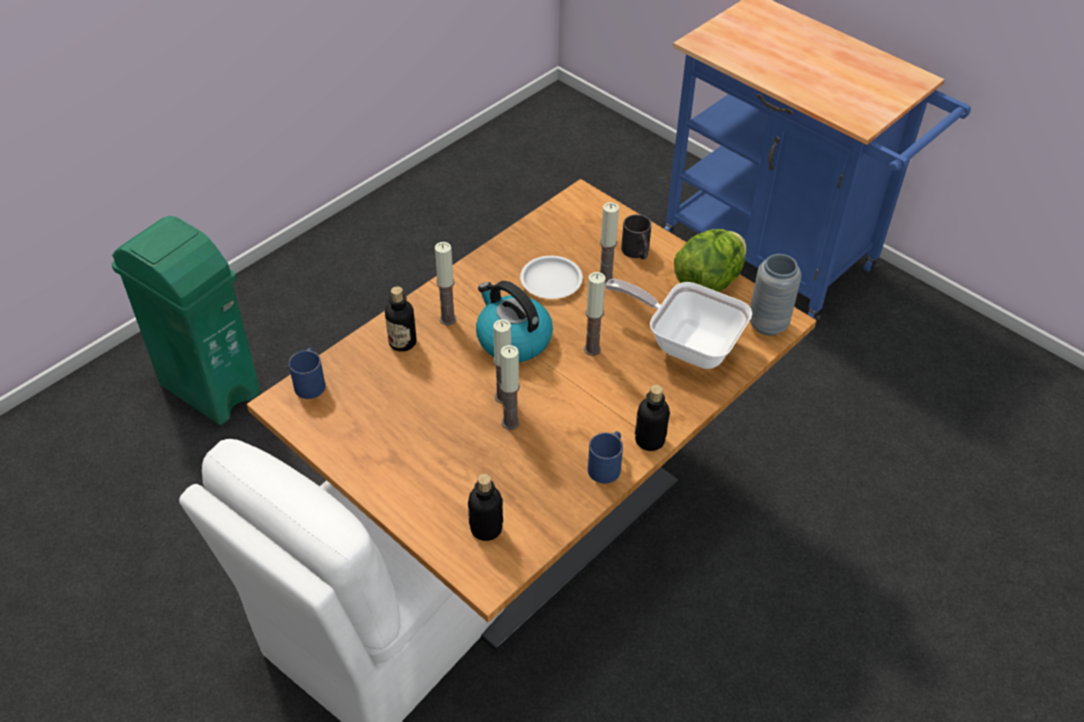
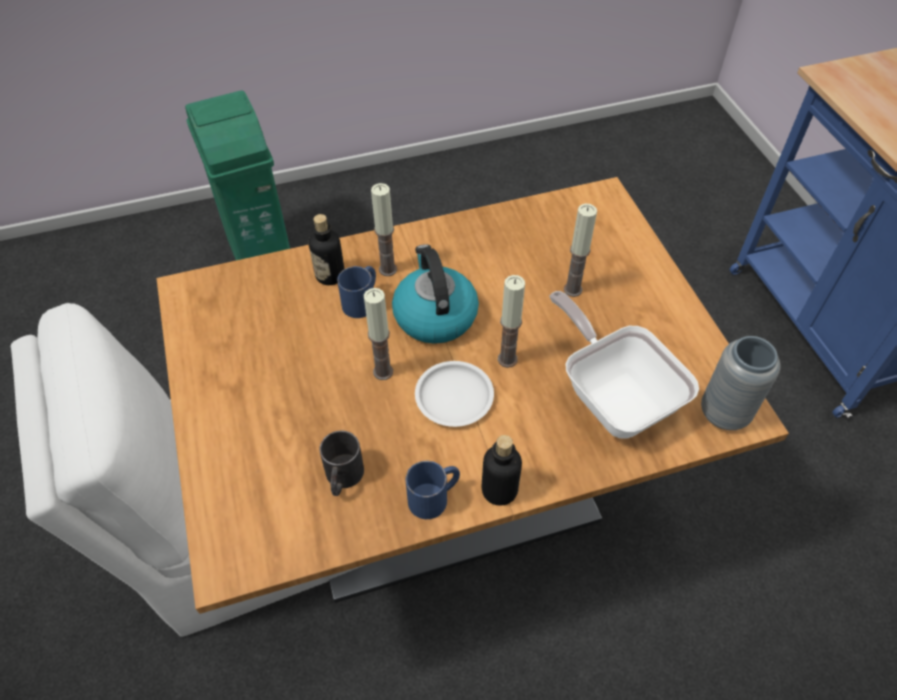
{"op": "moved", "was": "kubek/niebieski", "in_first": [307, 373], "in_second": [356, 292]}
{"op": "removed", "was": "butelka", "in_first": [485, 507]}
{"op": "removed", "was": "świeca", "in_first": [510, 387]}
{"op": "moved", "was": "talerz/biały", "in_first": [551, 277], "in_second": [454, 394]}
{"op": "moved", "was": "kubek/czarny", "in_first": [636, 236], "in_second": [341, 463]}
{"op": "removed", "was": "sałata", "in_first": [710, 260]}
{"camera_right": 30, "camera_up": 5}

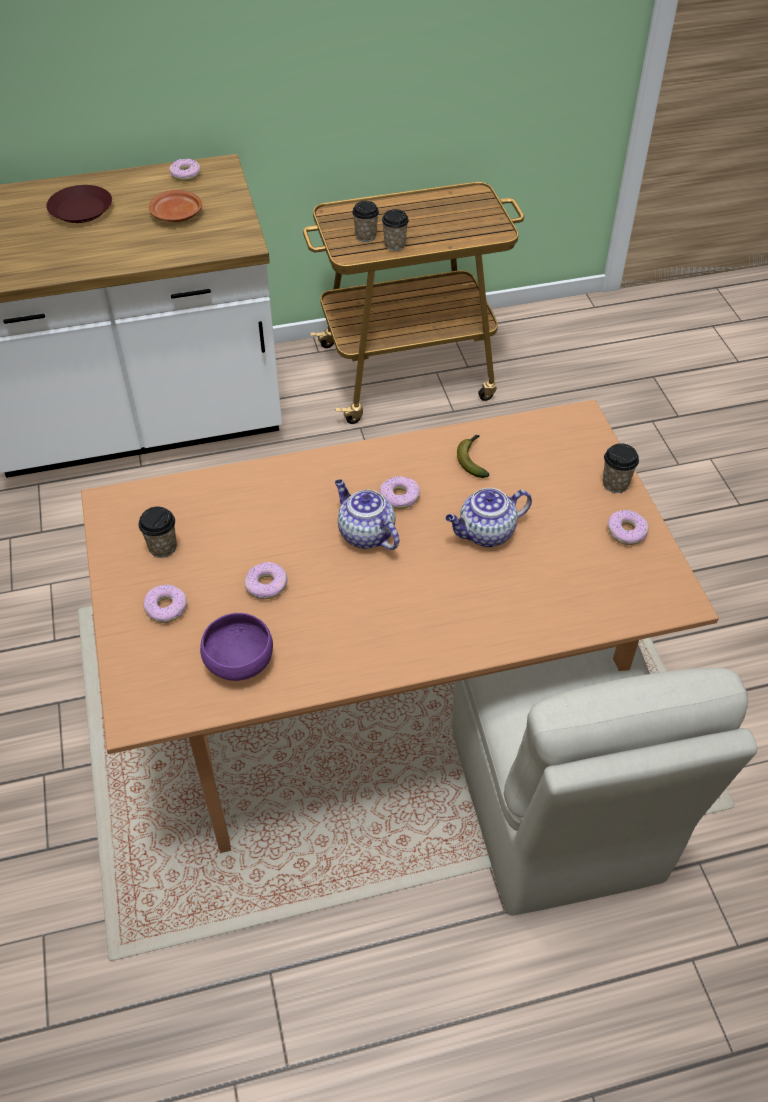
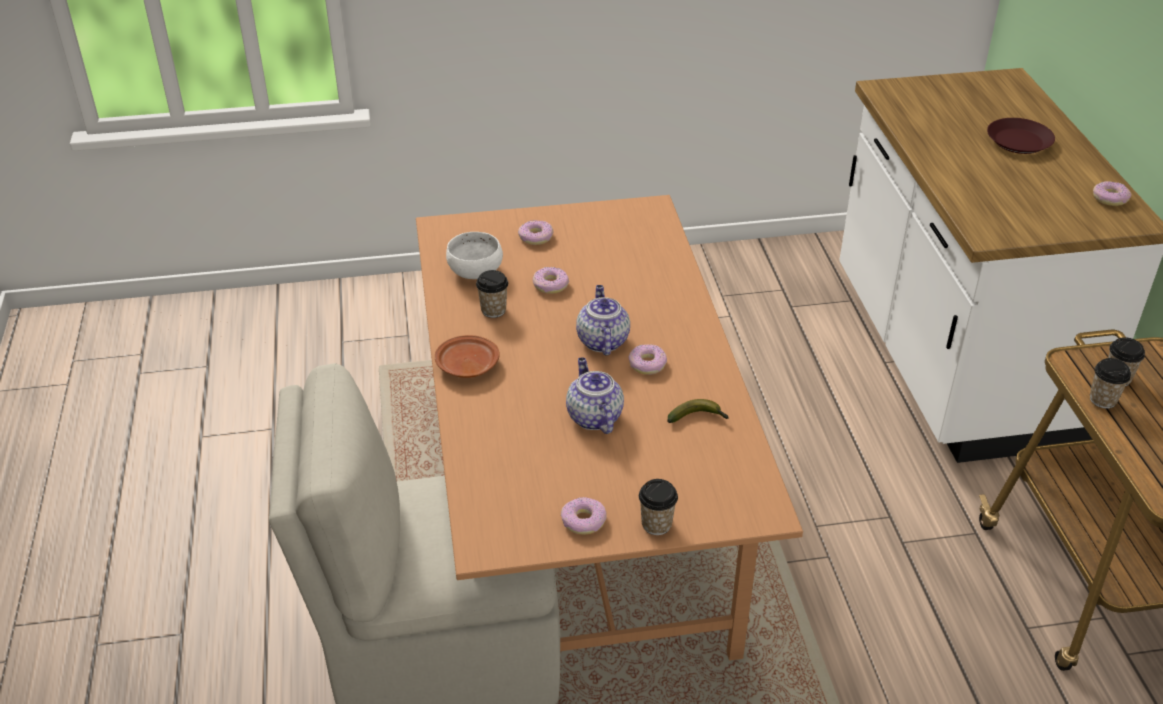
{"op": "moved", "was": "filiżanka", "in_first": [157, 532], "in_second": [492, 294]}
{"op": "moved", "was": "talerz/brązowy", "in_first": [175, 206], "in_second": [467, 356]}
{"op": "recoloured", "was": "miska/fioletowy", "now": "miska/biały", "in_first": [236, 647], "in_second": [474, 255]}
{"op": "turned", "was": "imbryk", "in_first": [367, 514], "in_second": [603, 320], "clockwise": -60}
{"camera_right": 95, "camera_up": -10}

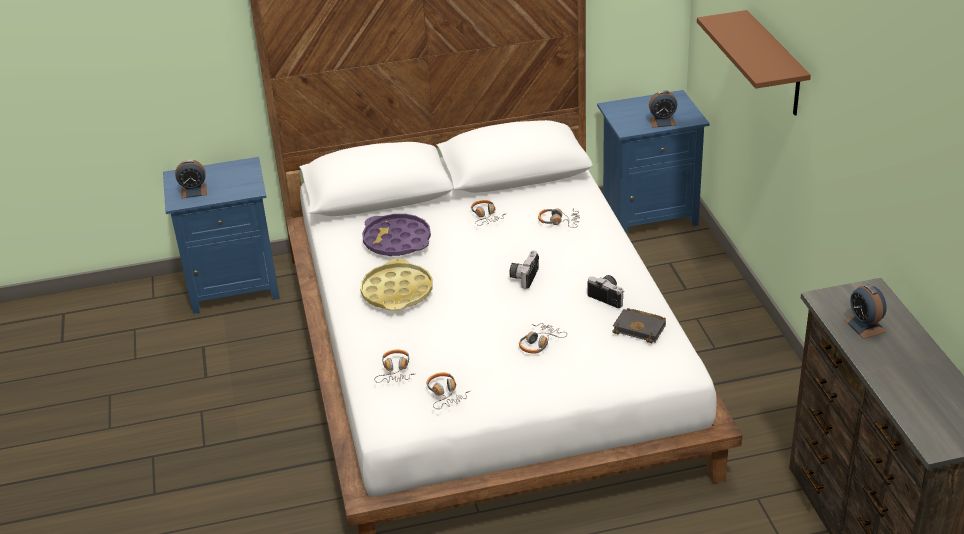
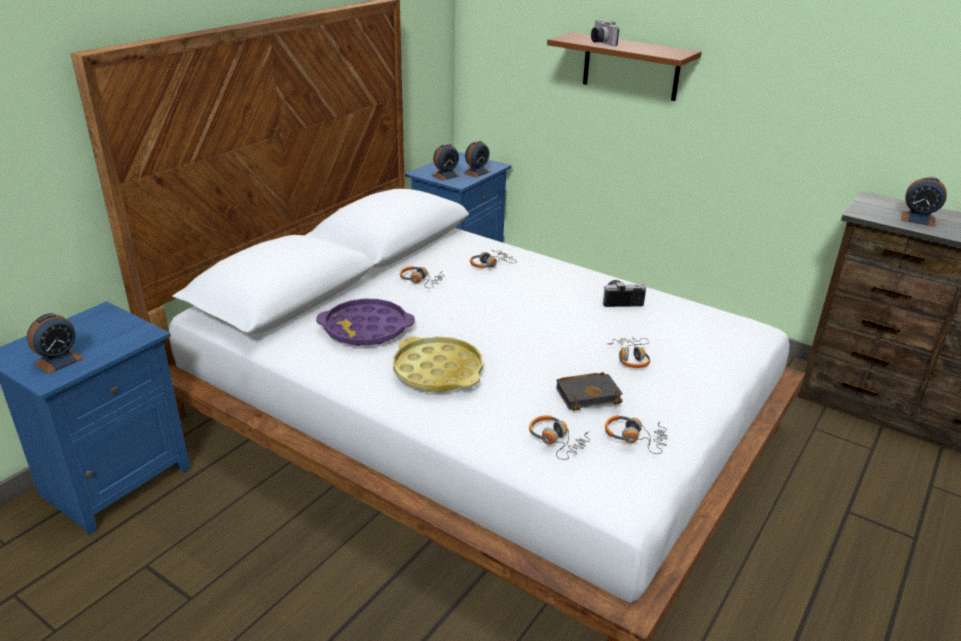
{"op": "moved", "was": "aparat fotograficzny", "in_first": [524, 270], "in_second": [605, 33]}
{"op": "moved", "was": "książka/czarny", "in_first": [639, 325], "in_second": [589, 391]}
{"op": "added", "now": "budzik", "in_second": [446, 162]}
{"camera_right": -45, "camera_up": -5}

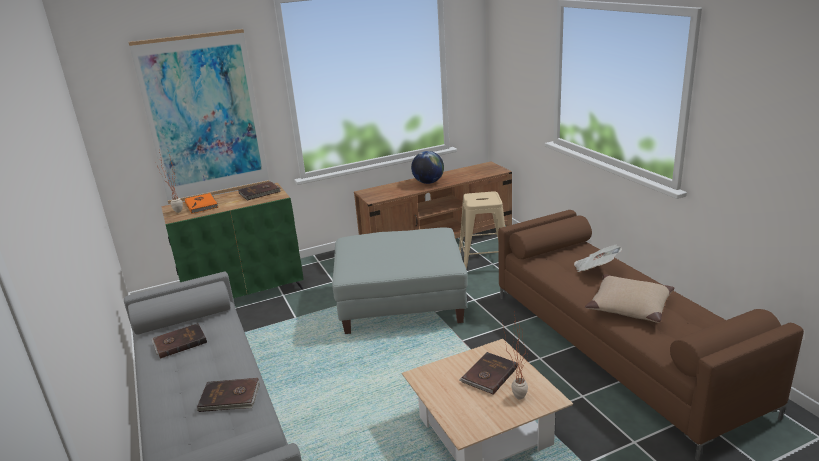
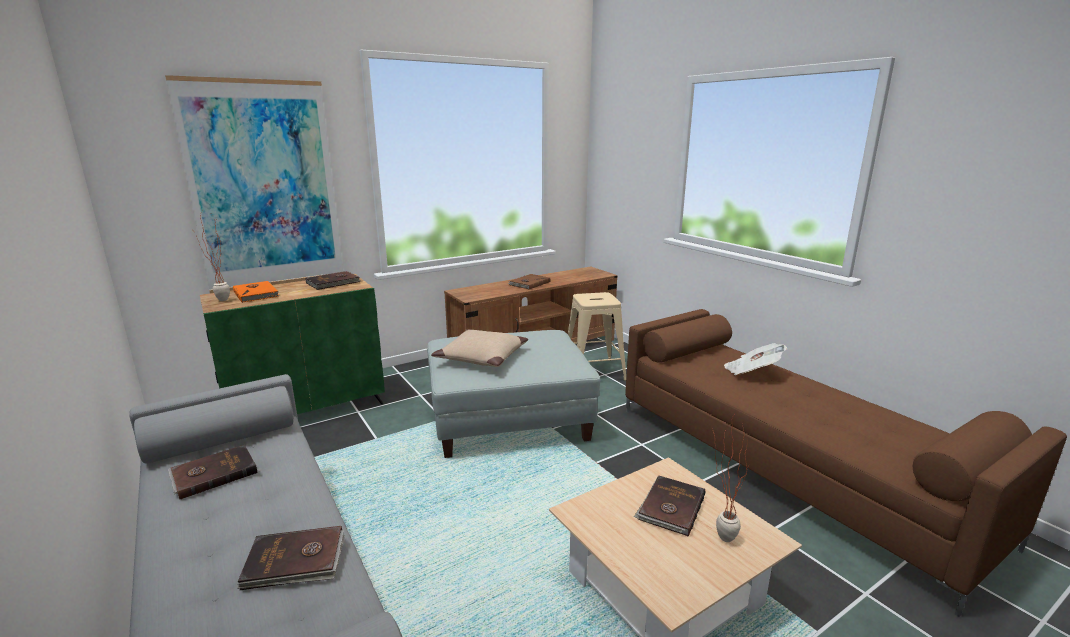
{"op": "replaced", "was": "globus", "now": "książka/brązowy", "in_first": [427, 167], "in_second": [529, 282]}
{"op": "moved", "was": "poduszka/beżowy", "in_first": [629, 298], "in_second": [479, 348]}
{"camera_right": -10, "camera_up": -5}

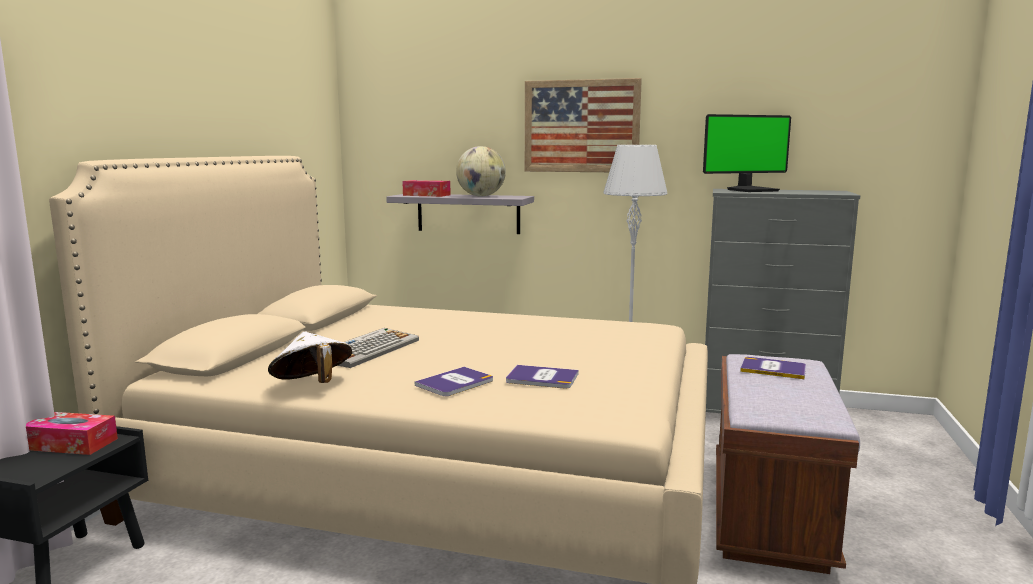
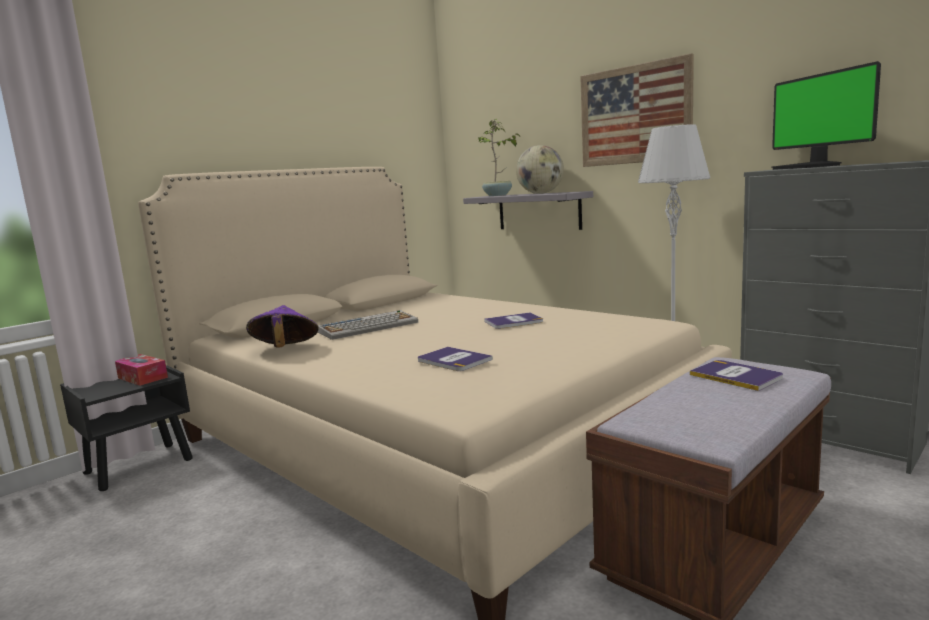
{"op": "recoloured", "was": "kapelusz/biały", "now": "kapelusz/fioletowy", "in_first": [310, 357], "in_second": [282, 326]}
{"op": "replaced", "was": "pudełko chusteczek", "now": "roślina doniczkowa", "in_first": [426, 188], "in_second": [498, 157]}
{"op": "moved", "was": "książka", "in_first": [454, 381], "in_second": [513, 320]}
{"op": "turned", "was": "monitor", "in_first": [747, 153], "in_second": [826, 115], "clockwise": 60}
{"camera_right": 30, "camera_up": 0}

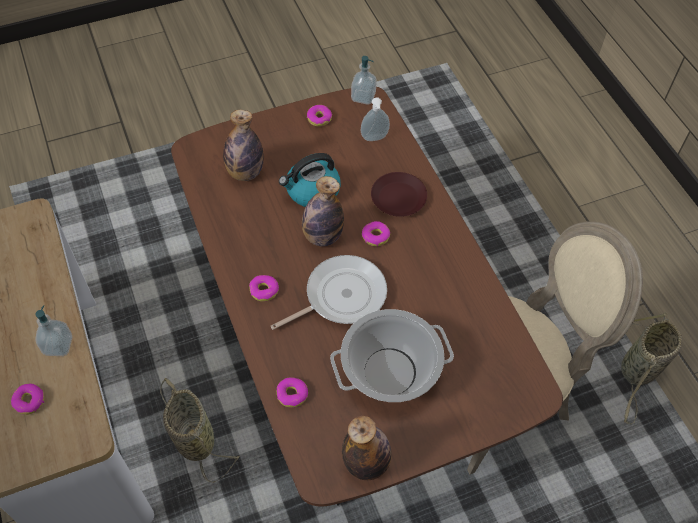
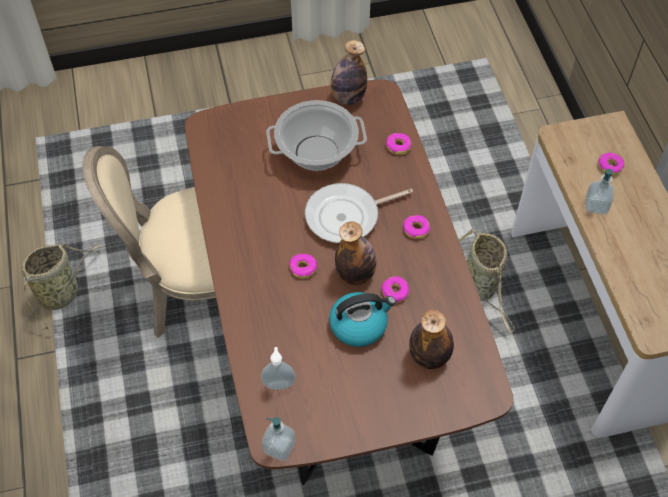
{"op": "moved", "was": "donut", "in_first": [319, 116], "in_second": [395, 289]}
{"op": "removed", "was": "talerz/brązowy", "in_first": [399, 194]}
{"camera_right": -170, "camera_up": 0}

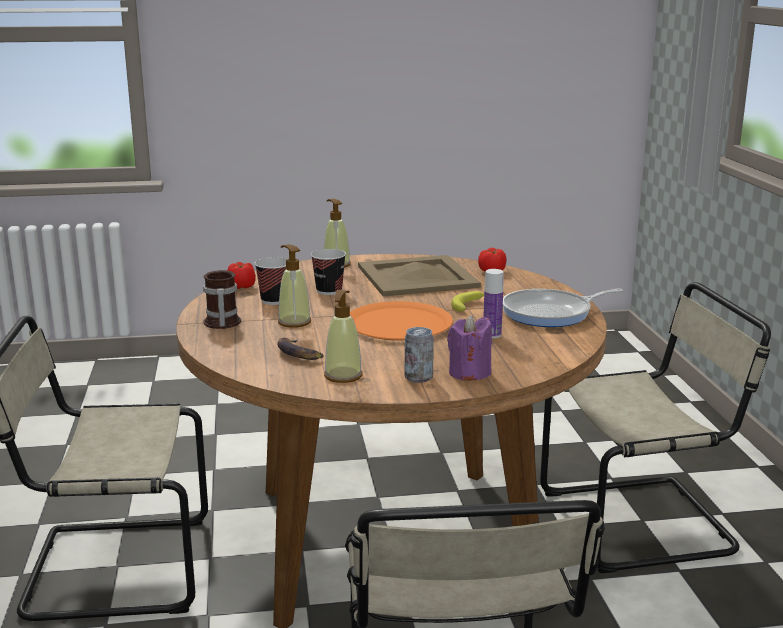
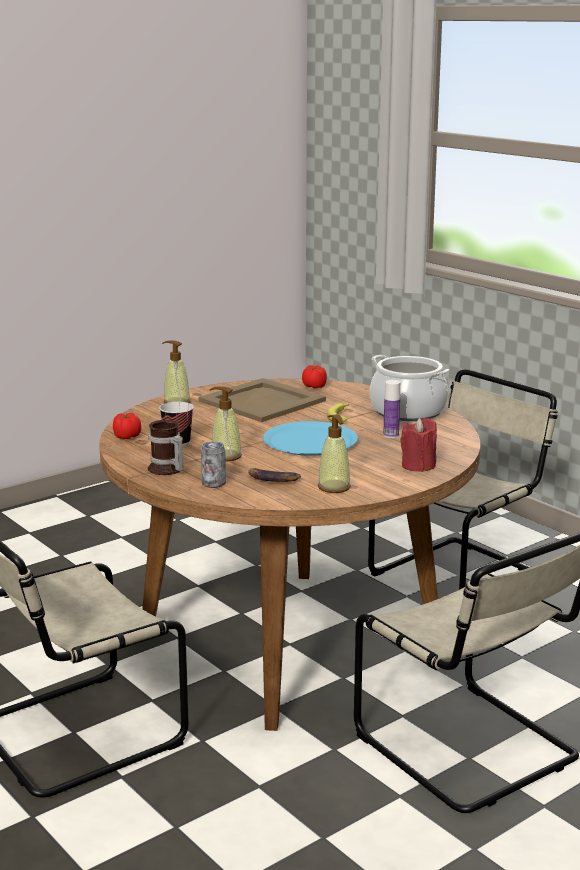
{"op": "removed", "was": "filiżanka", "in_first": [328, 272]}
{"op": "recoloured", "was": "talerz/pomarańczowy", "now": "talerz/niebieski", "in_first": [401, 321], "in_second": [310, 438]}
{"op": "moved", "was": "puszka", "in_first": [419, 355], "in_second": [213, 464]}
{"op": "recoloured", "was": "świeca/fioletowy", "now": "świeca/czerwony", "in_first": [469, 348], "in_second": [418, 445]}
{"op": "replaced", "was": "patelnia", "now": "garnek", "in_first": [563, 308], "in_second": [409, 388]}
{"camera_right": -30, "camera_up": 0}

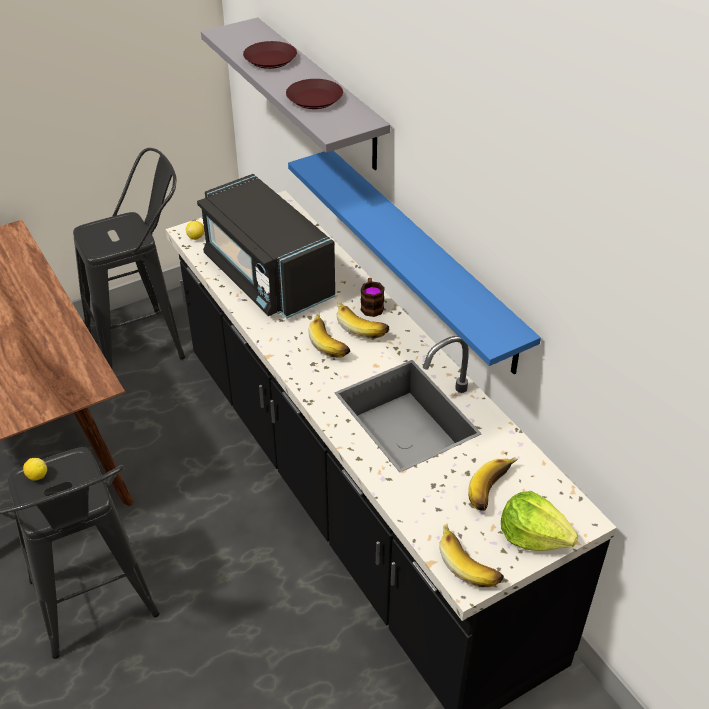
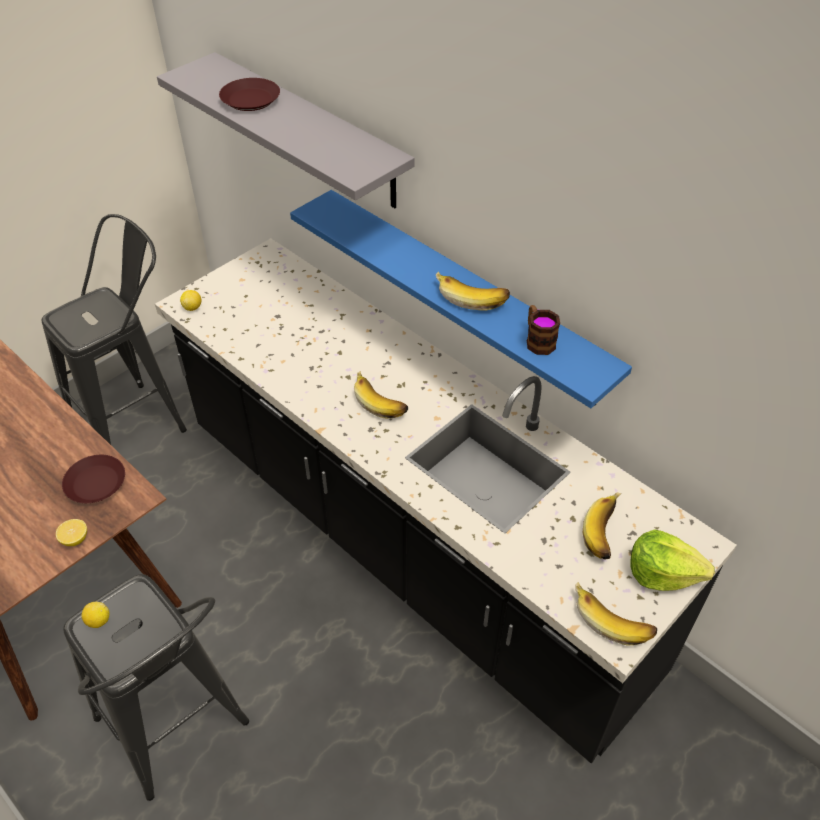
{"op": "removed", "was": "mikrofalówka/czarny", "in_first": [266, 246]}
{"op": "moved", "was": "talerz/brązowy", "in_first": [314, 94], "in_second": [93, 479]}
{"op": "moved", "was": "banan", "in_first": [363, 320], "in_second": [473, 291]}
{"op": "moved", "was": "kubek", "in_first": [373, 297], "in_second": [543, 330]}
{"op": "added", "now": "cytryna", "in_second": [71, 532]}
{"camera_right": -15, "camera_up": 5}

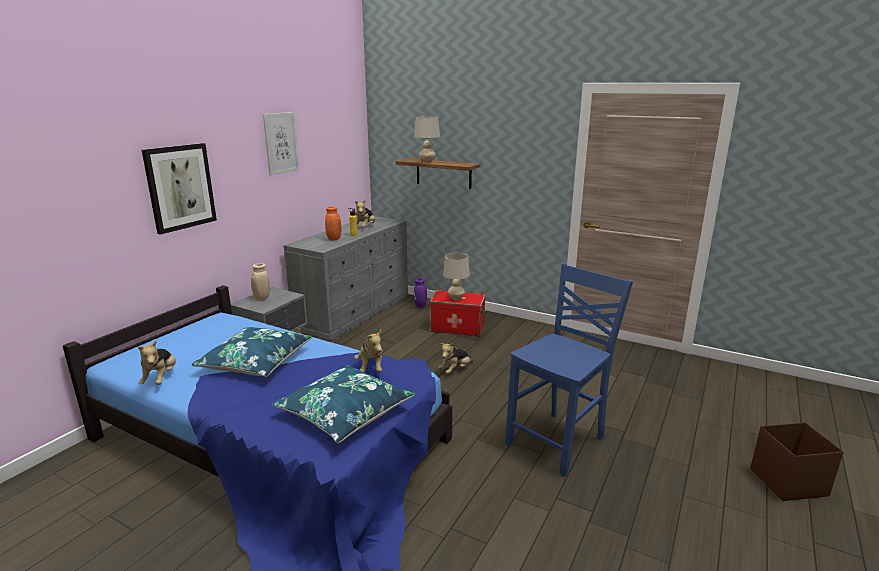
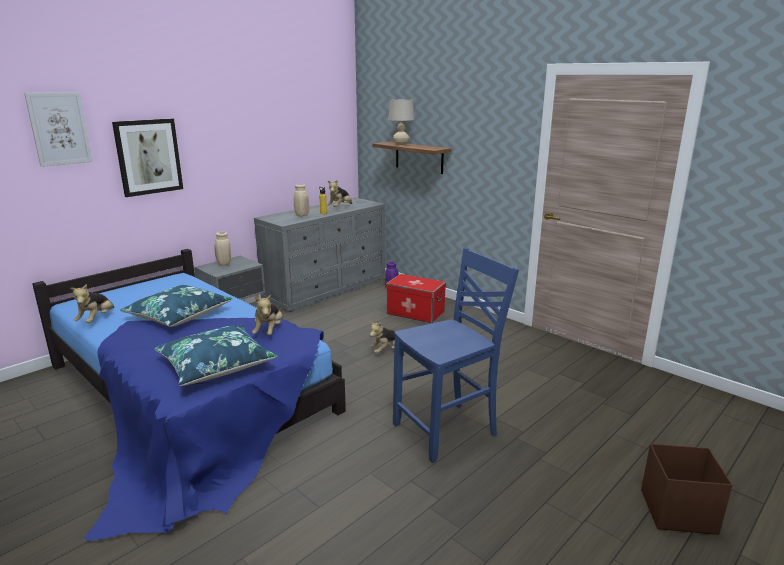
{"op": "moved", "was": "obraz", "in_first": [281, 144], "in_second": [58, 129]}
{"op": "recoloured", "was": "wazon/pomarańczowy", "now": "wazon/beżowy", "in_first": [333, 223], "in_second": [301, 200]}
{"op": "removed", "was": "lampa stołowa/beżowy", "in_first": [456, 276]}
{"camera_right": 15, "camera_up": 0}

